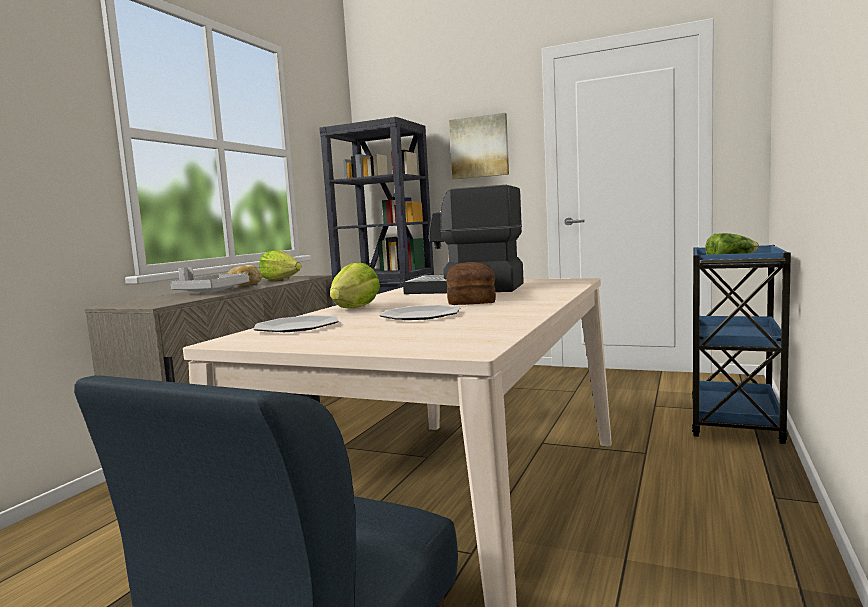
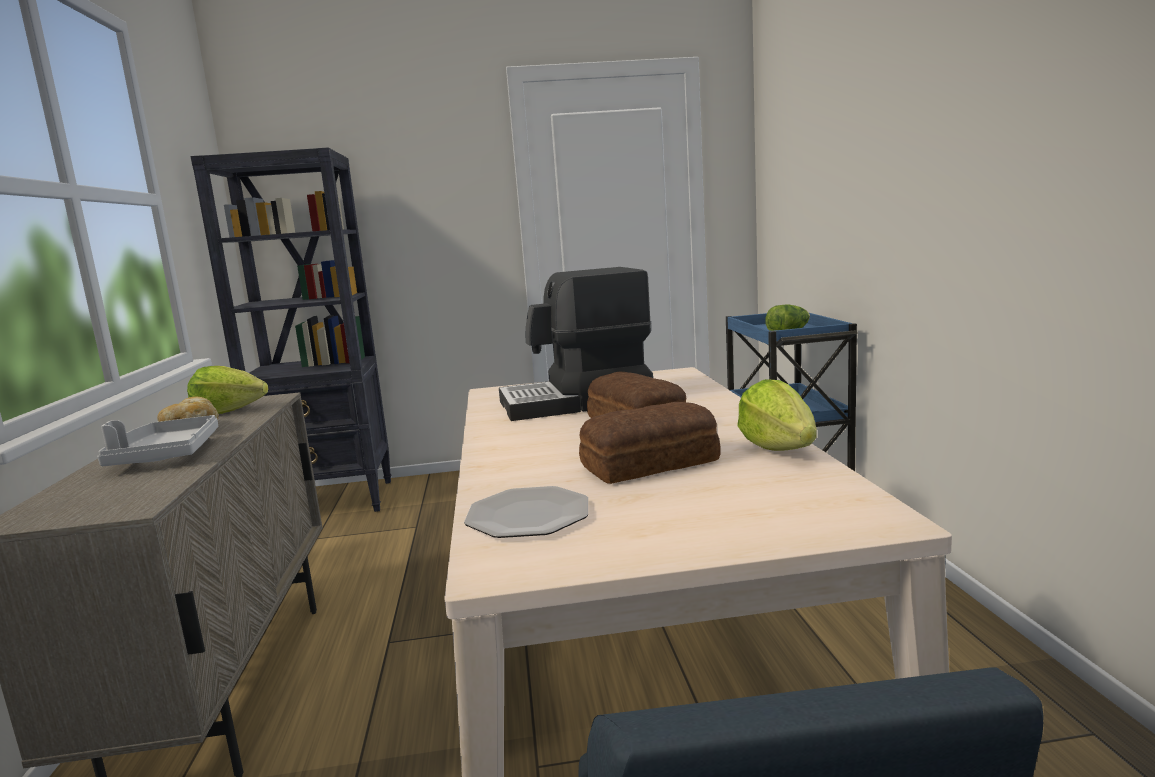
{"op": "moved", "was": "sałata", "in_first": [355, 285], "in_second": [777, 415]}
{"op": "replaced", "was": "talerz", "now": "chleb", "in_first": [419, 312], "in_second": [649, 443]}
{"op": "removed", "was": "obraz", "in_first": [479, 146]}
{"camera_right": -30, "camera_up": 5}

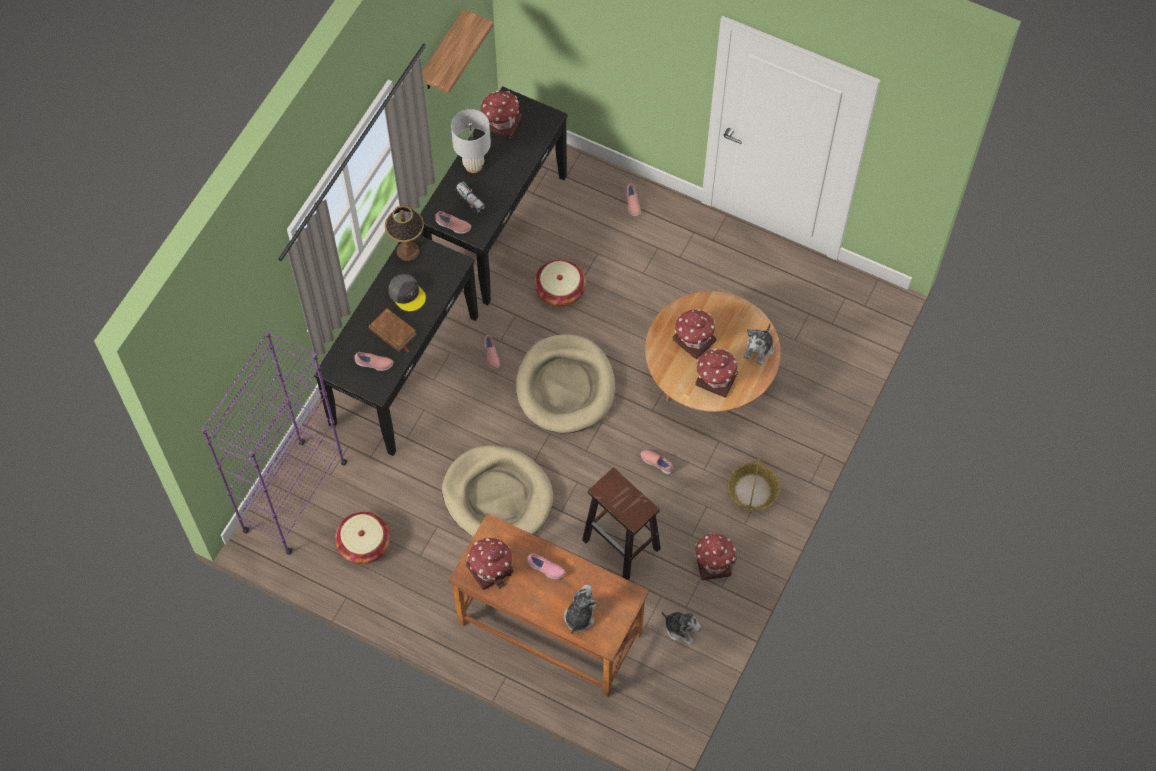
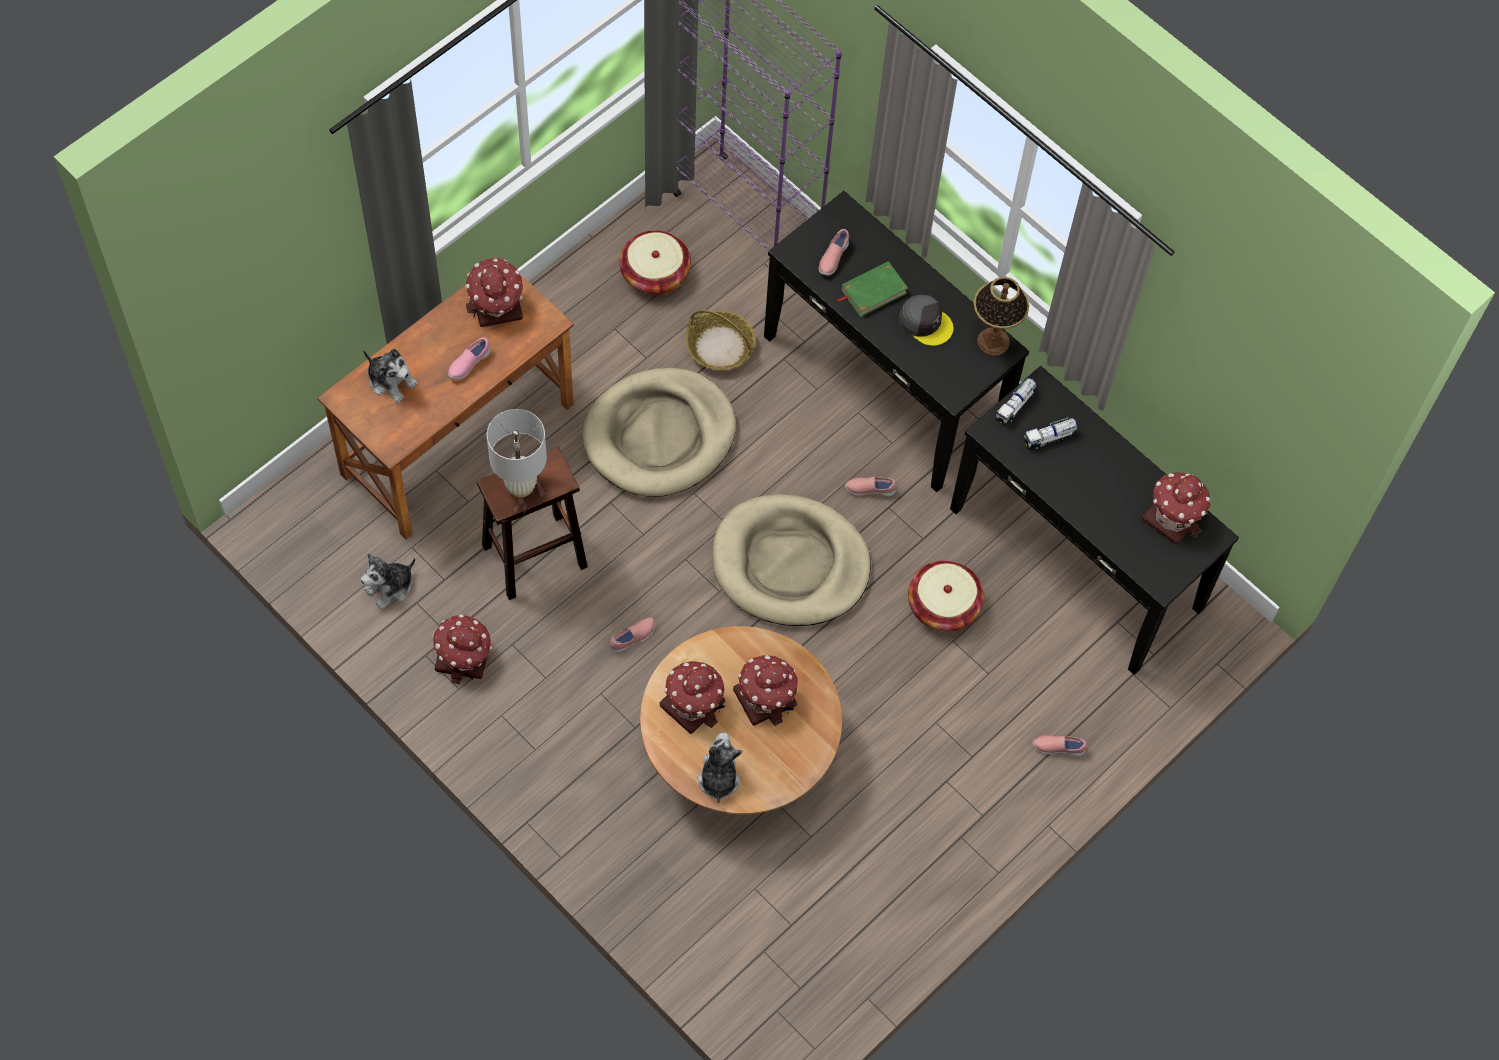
{"op": "recoloured", "was": "książka/brązowy", "now": "książka/zielony", "in_first": [393, 330], "in_second": [872, 289]}
{"op": "turned", "was": "czapka z daszkiem/szary", "in_first": [407, 292], "in_second": [926, 320], "clockwise": -120}
{"op": "removed", "was": "półka", "in_first": [458, 51]}
{"op": "replaced", "was": "but/różowy", "now": "ciężarówka zabawkowa", "in_first": [453, 222], "in_second": [1015, 402]}
{"op": "moved", "was": "lampa stołowa/biały", "in_first": [471, 141], "in_second": [517, 453]}
{"op": "moved", "was": "koszyk", "in_first": [754, 484], "in_second": [720, 340]}
{"op": "turned", "was": "pluszak", "in_first": [759, 344], "in_second": [719, 768], "clockwise": 45}
{"camera_right": 105, "camera_up": 0}

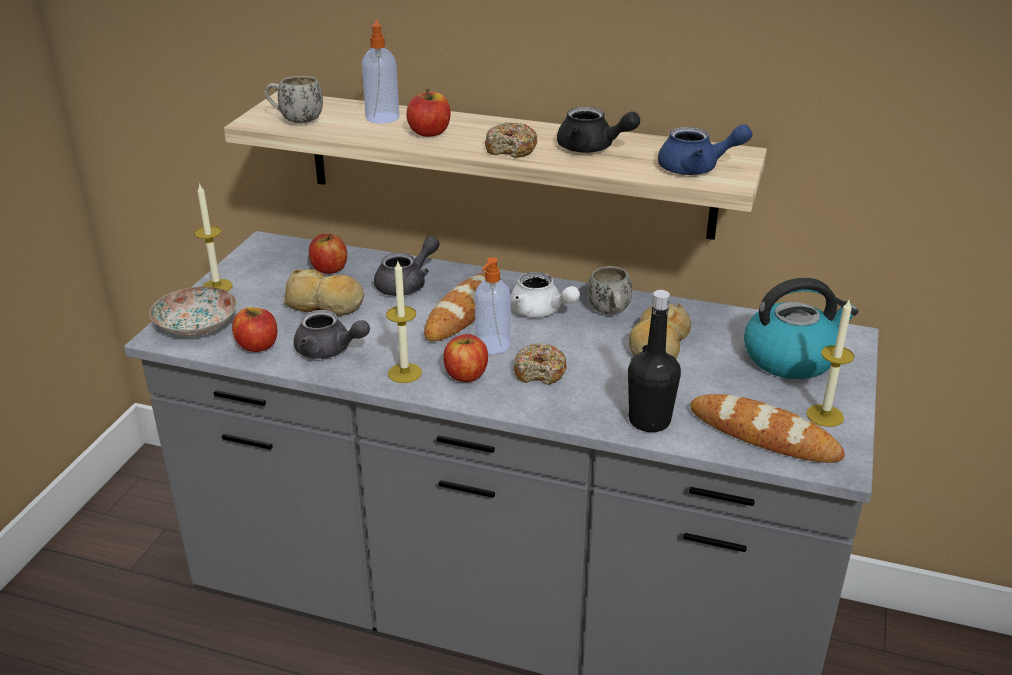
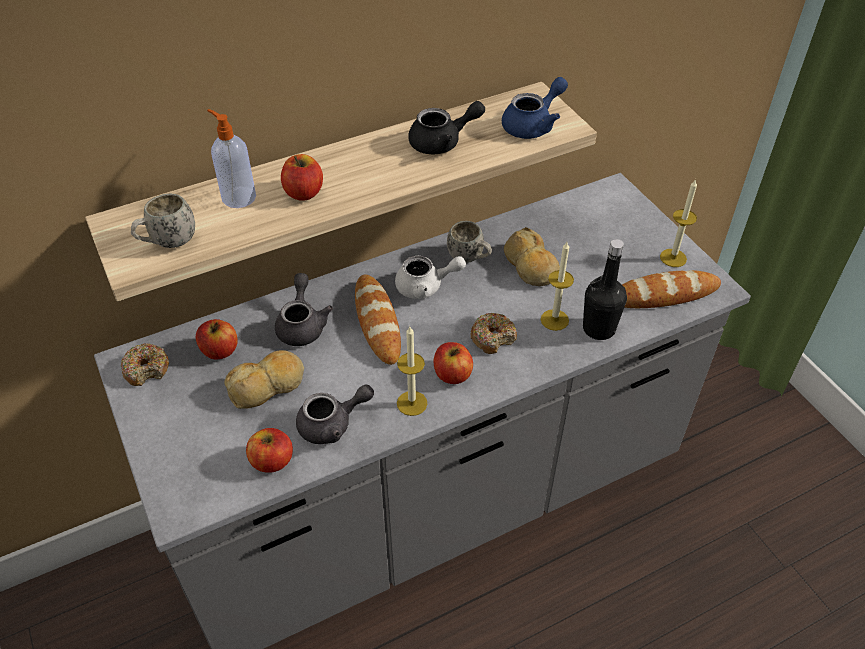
{"op": "removed", "was": "talerz", "in_first": [193, 311]}
{"op": "moved", "was": "świeca", "in_first": [213, 237], "in_second": [557, 286]}
{"op": "removed", "was": "dozownik mydła", "in_first": [493, 305]}
{"op": "moved", "was": "donut", "in_first": [511, 140], "in_second": [144, 364]}
{"op": "removed", "was": "czajnik", "in_first": [801, 328]}
{"camera_right": -45, "camera_up": 15}

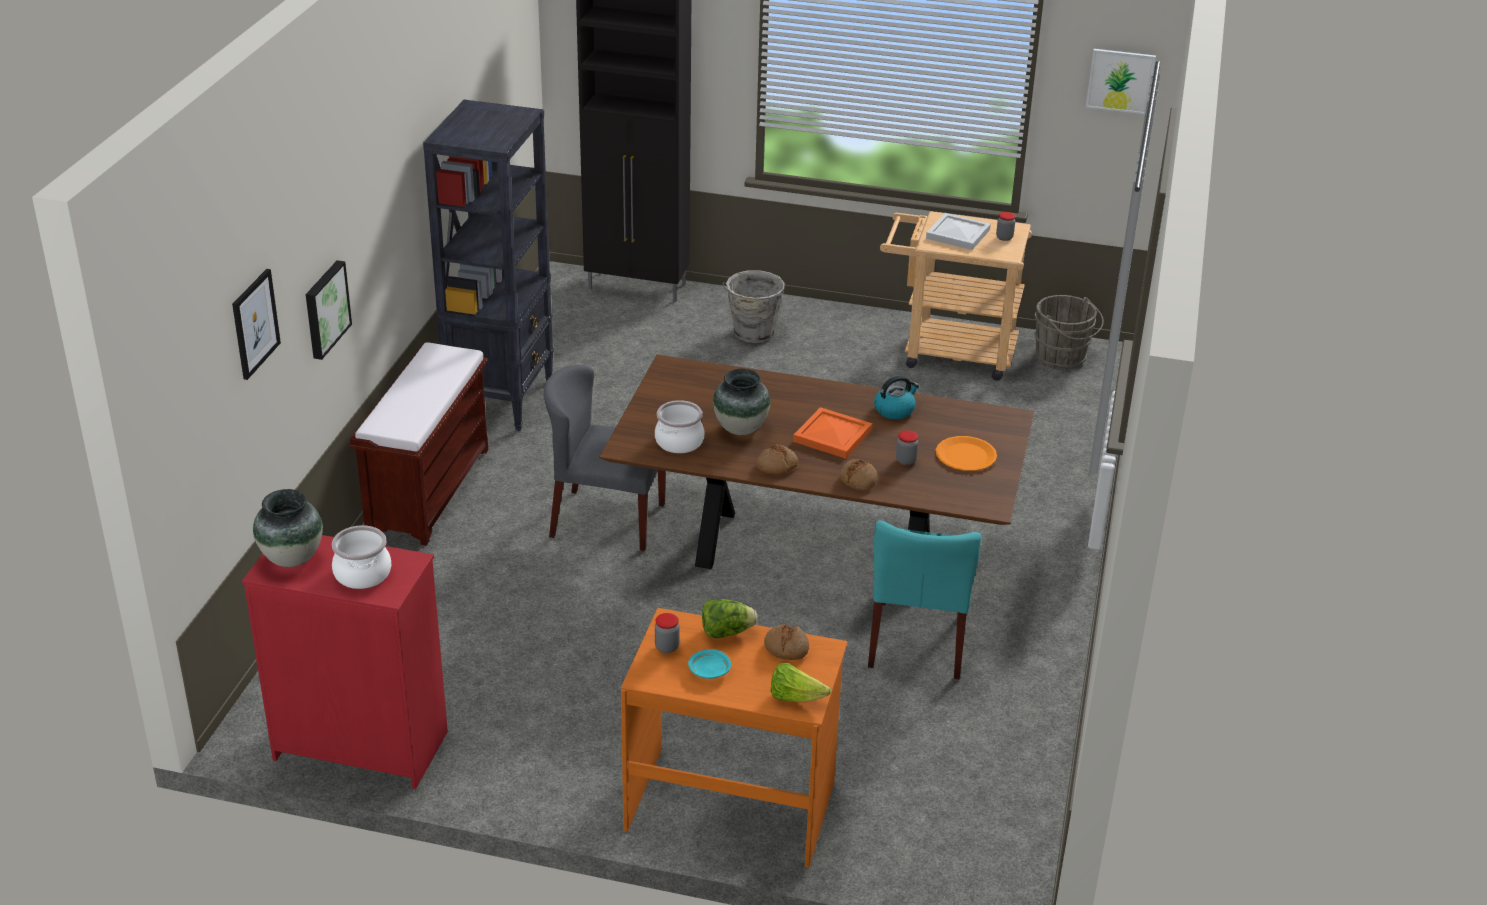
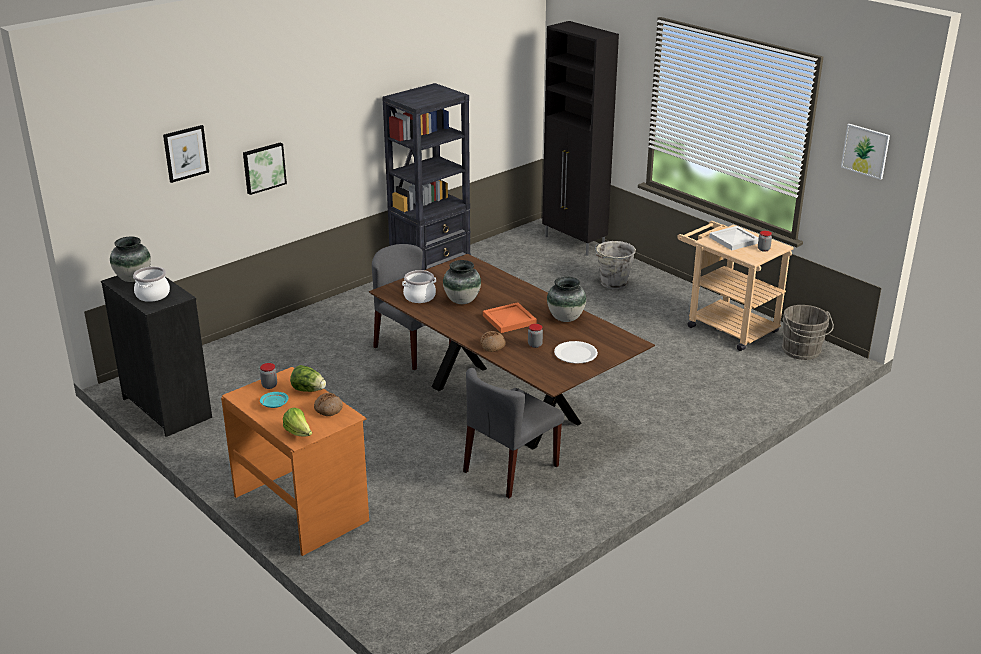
{"op": "recoloured", "was": "komoda/czerwony", "now": "komoda/czarny", "in_first": [345, 662], "in_second": [156, 351]}
{"op": "removed", "was": "ławka/brązowy", "in_first": [419, 444]}
{"op": "removed", "was": "chleb", "in_first": [777, 459]}
{"op": "recoloured", "was": "krzesło/turkusowy", "now": "krzesło/szary", "in_first": [924, 599], "in_second": [513, 433]}
{"op": "replaced", "was": "czajnik", "now": "wazon", "in_first": [896, 397], "in_second": [566, 299]}
{"op": "recoloured", "was": "talerz/pomarańczowy", "now": "talerz/biały", "in_first": [966, 453], "in_second": [576, 352]}
{"camera_right": 35, "camera_up": -5}

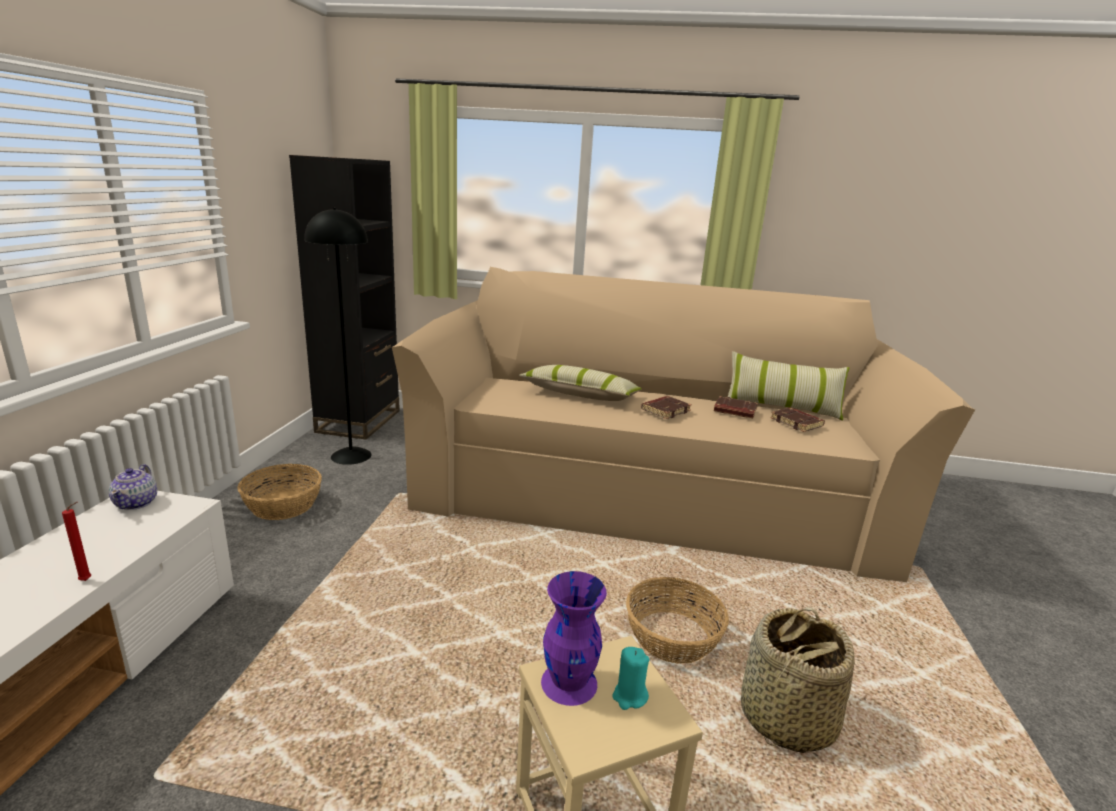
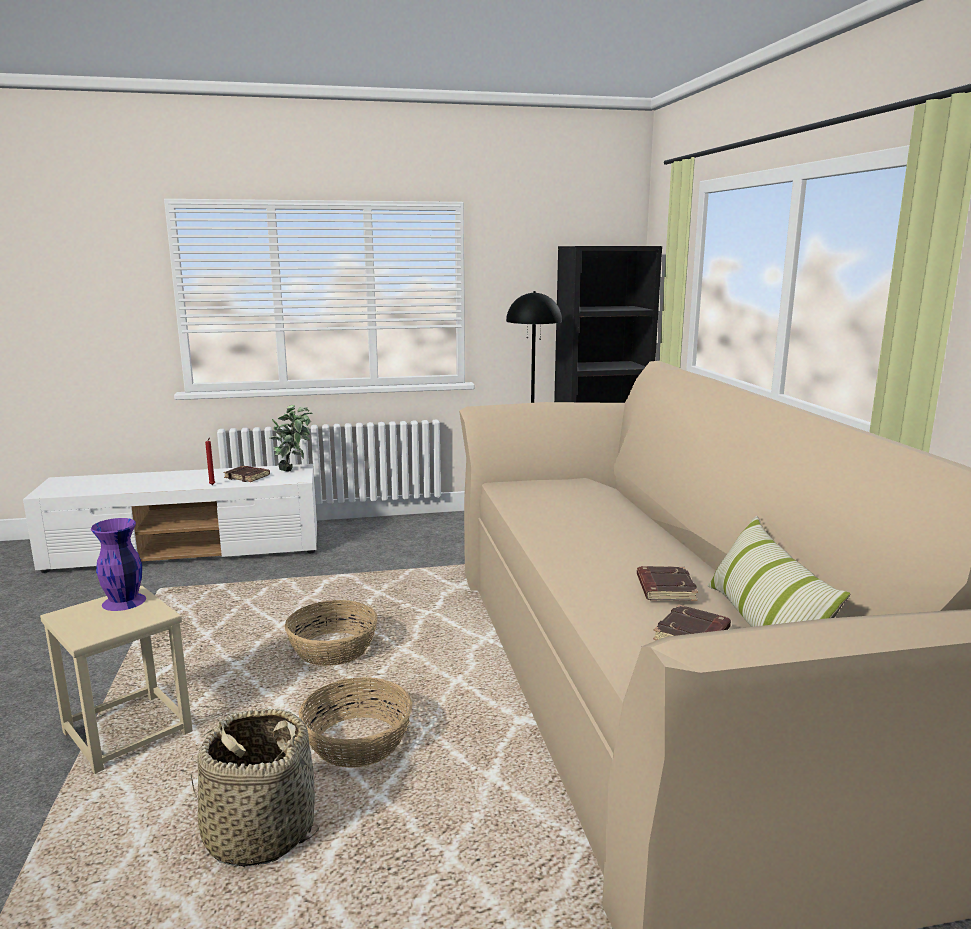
{"op": "replaced", "was": "imbryk", "now": "roślina doniczkowa", "in_first": [133, 487], "in_second": [291, 438]}
{"op": "moved", "was": "koszyk", "in_first": [279, 492], "in_second": [331, 633]}
{"op": "removed", "was": "poduszka", "in_first": [580, 383]}
{"op": "removed", "was": "świeca/turkusowy", "in_first": [630, 678]}
{"op": "moved", "was": "książka/brązowy", "in_first": [666, 407], "in_second": [246, 474]}
{"camera_right": 70, "camera_up": -5}

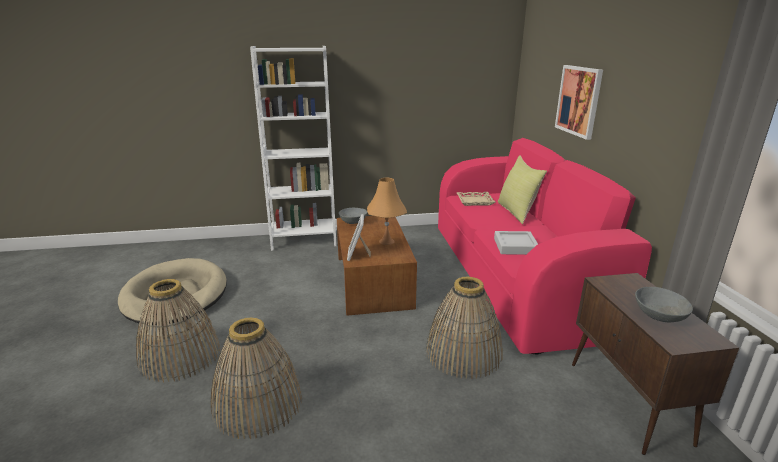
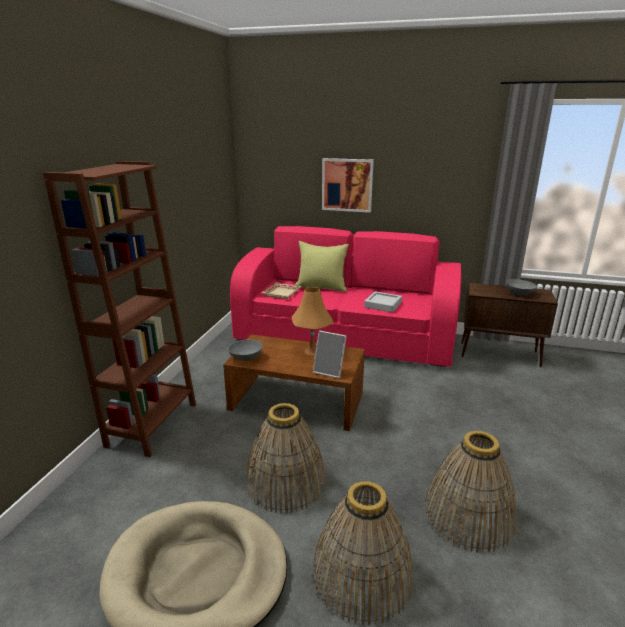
{"op": "recoloured", "was": "regał/biały", "now": "regał/brązowy", "in_first": [293, 148], "in_second": [119, 309]}
{"op": "moved", "was": "koszyk", "in_first": [464, 327], "in_second": [286, 458]}
{"camera_right": -65, "camera_up": 0}

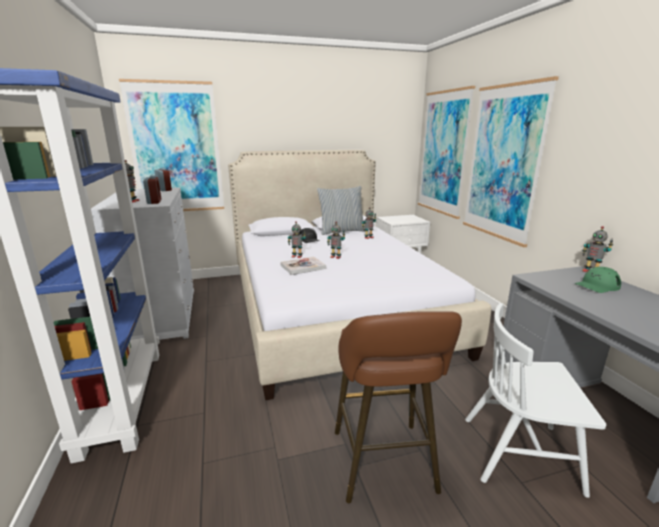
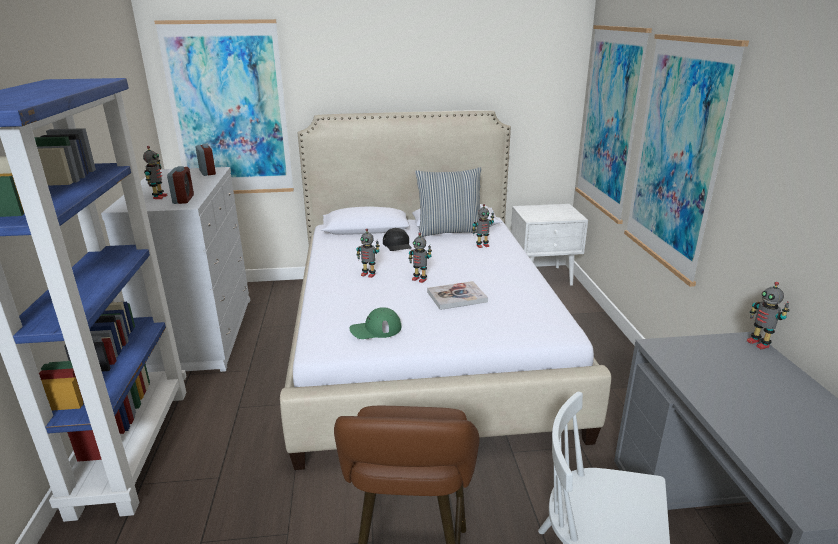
{"op": "moved", "was": "książka", "in_first": [303, 266], "in_second": [457, 295]}
{"op": "moved", "was": "czapka z daszkiem/zielony", "in_first": [597, 280], "in_second": [375, 323]}
{"camera_right": 10, "camera_up": 5}

